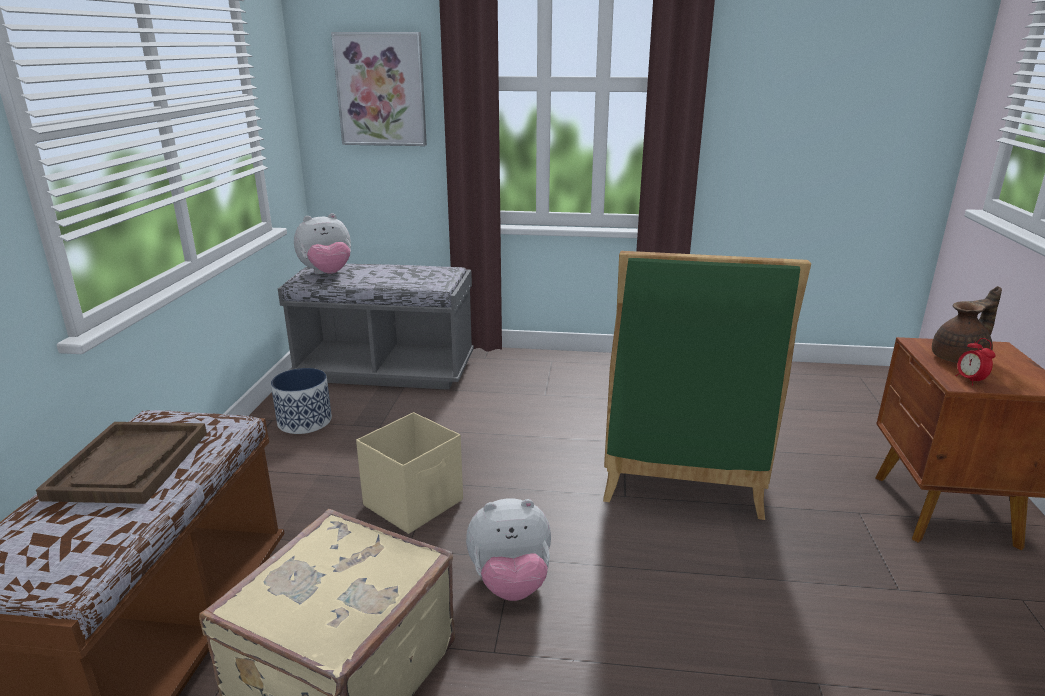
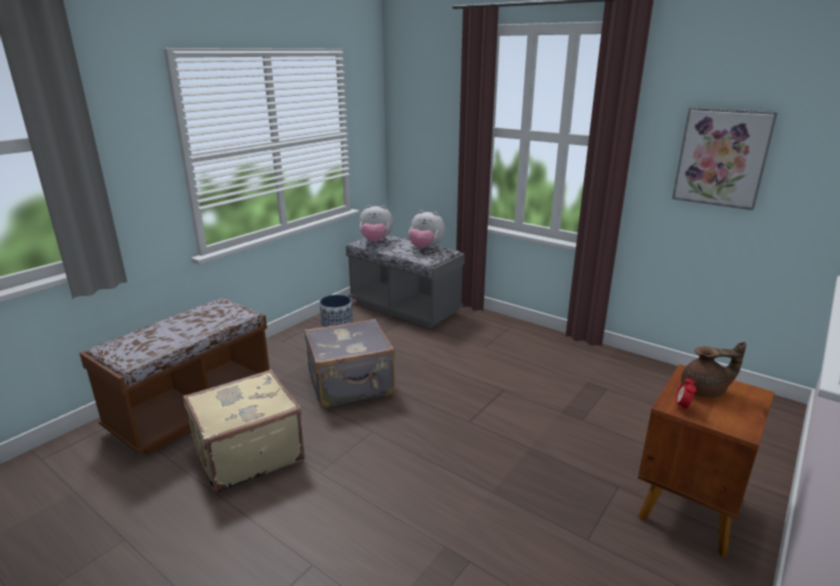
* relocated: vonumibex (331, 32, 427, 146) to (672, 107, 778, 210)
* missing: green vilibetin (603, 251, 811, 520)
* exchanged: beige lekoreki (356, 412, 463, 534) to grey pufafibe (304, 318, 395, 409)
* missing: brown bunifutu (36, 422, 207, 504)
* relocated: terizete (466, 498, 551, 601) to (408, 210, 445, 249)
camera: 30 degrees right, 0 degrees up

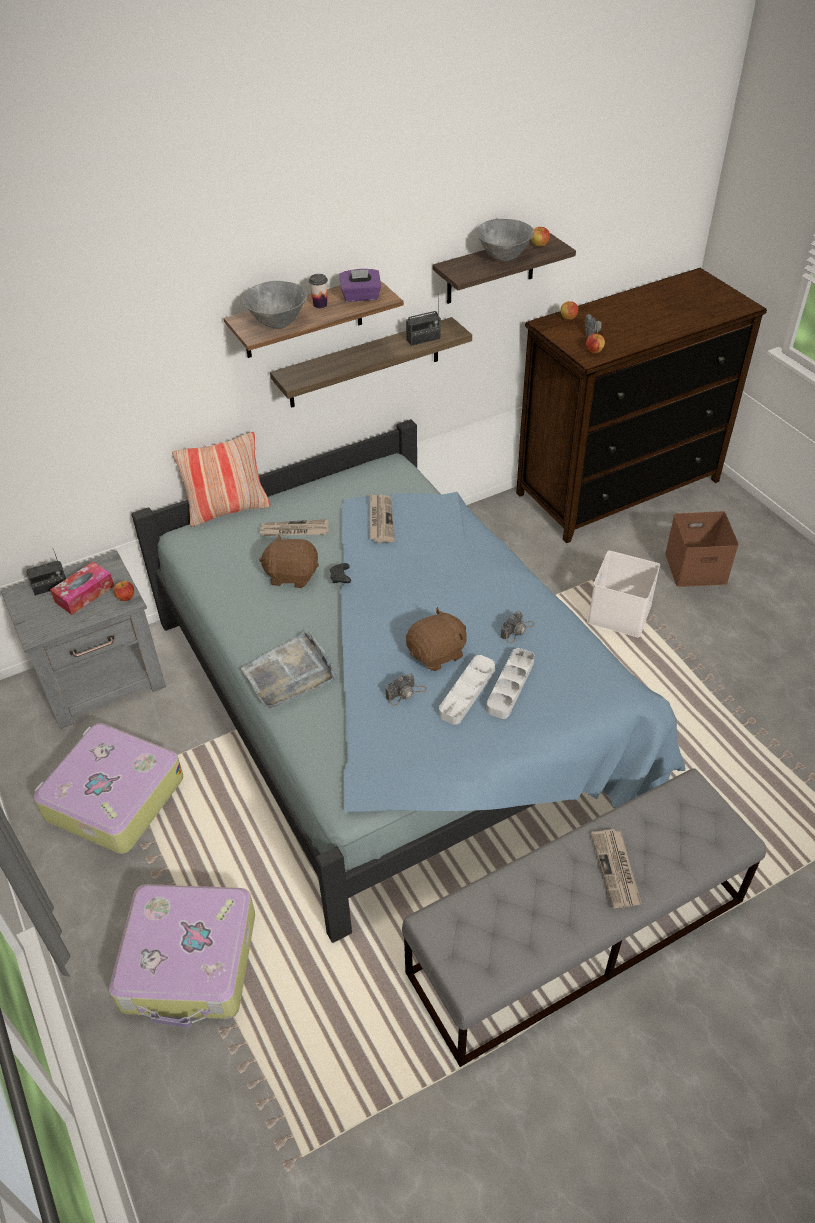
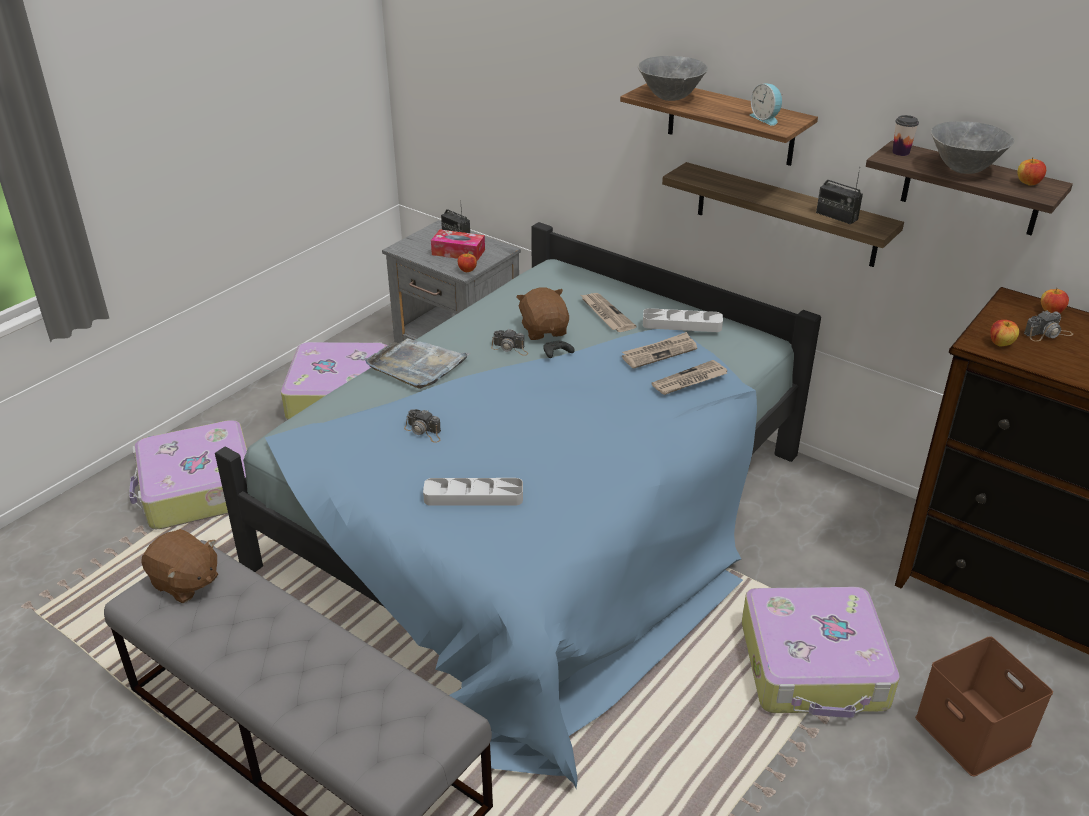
* exchanged: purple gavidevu (339, 269, 381, 302) to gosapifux (750, 83, 782, 126)
* relocated: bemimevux (309, 274, 328, 308) to (892, 115, 919, 156)
* missing: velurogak (172, 432, 270, 527)
* exchanged: white lekoreki (588, 551, 660, 637) to pufafibe (742, 587, 900, 718)
* relocated: brown terizete (406, 607, 467, 671) to (141, 529, 218, 603)
* relocated: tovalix (501, 611, 534, 643) to (491, 329, 528, 356)
* relocated: grey bunifutu (439, 655, 495, 725) to (643, 308, 723, 332)
* relocated: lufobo (590, 829, 642, 908) to (652, 360, 727, 395)
camera: 65 degrees right, 10 degrees down

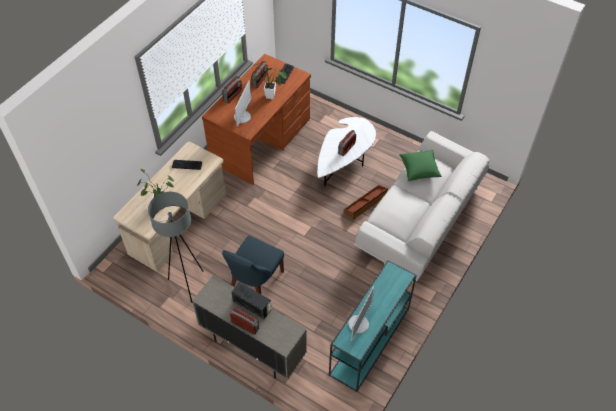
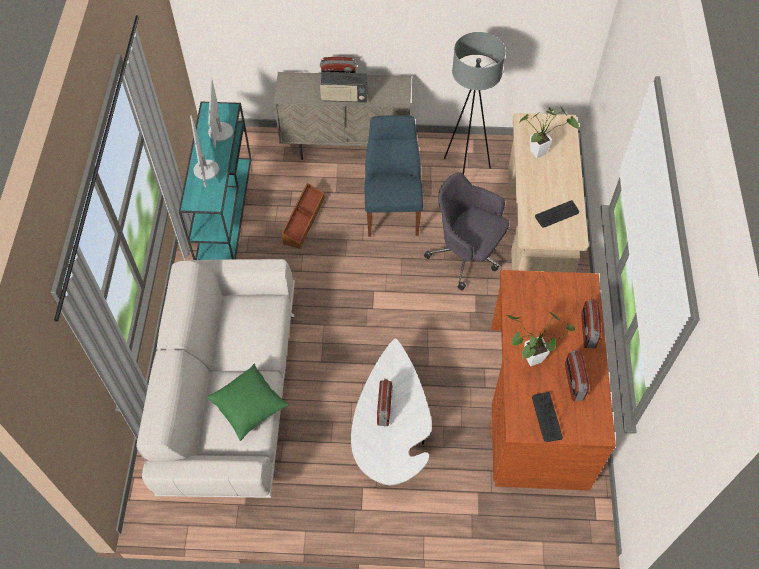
* relocated: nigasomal (234, 80, 251, 127) to (190, 115, 219, 187)
* relocated: brown lekoreki (344, 185, 388, 220) to (281, 183, 325, 249)
* appeared: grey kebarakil (424, 172, 509, 290)
camera: 150 degrees right, 5 degrees up

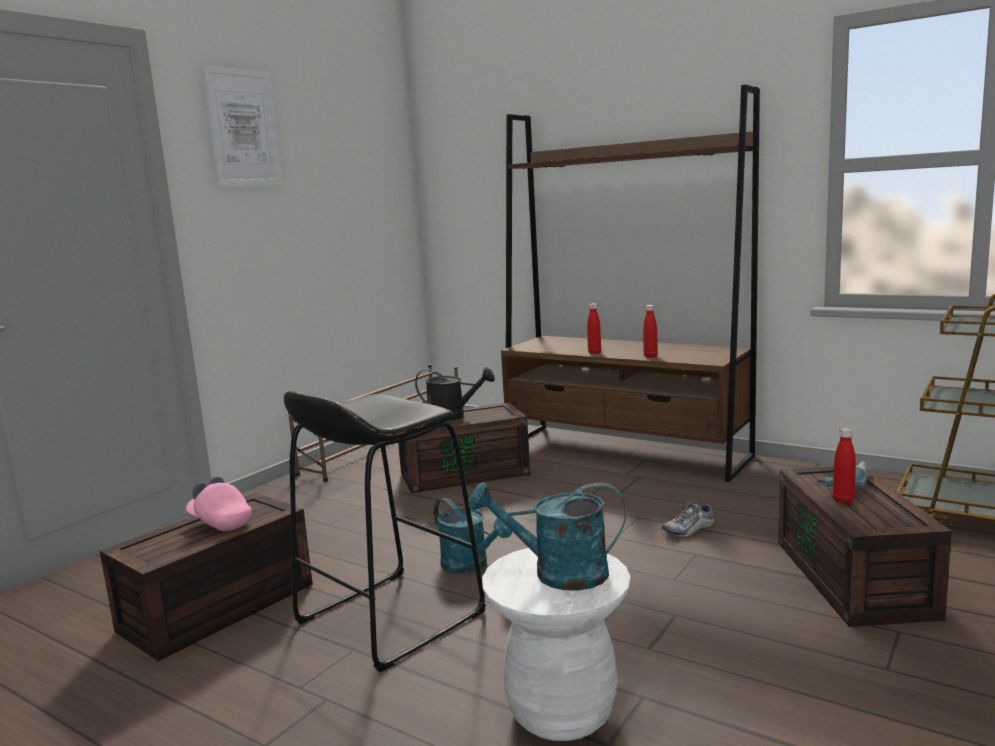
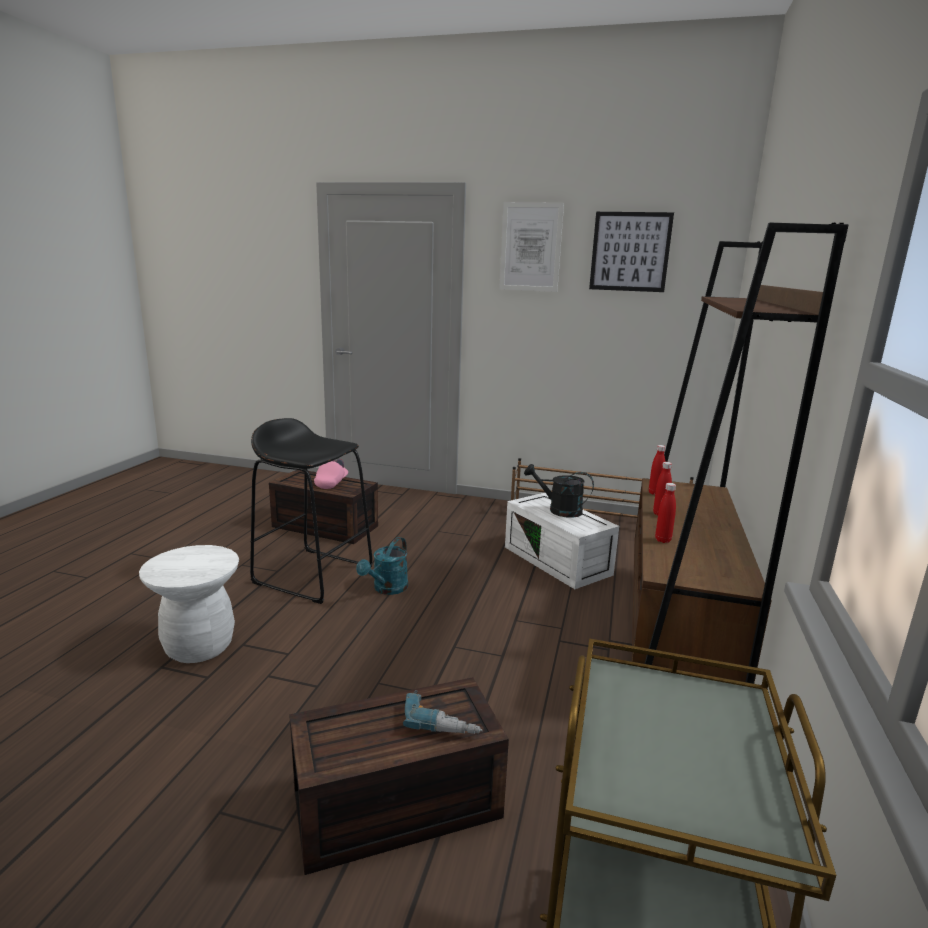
* spun: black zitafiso (415, 367, 495, 421) = (524, 464, 594, 518) 120 degrees clockwise
* colour: brown lekoreki (398, 403, 530, 493) to white lekoreki (505, 493, 619, 589)
* relocated: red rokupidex (833, 428, 856, 504) to (649, 445, 665, 495)
* missing: turquoise zitafiso (469, 482, 626, 591)
* missing: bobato (662, 499, 714, 537)
* appeared: vonumibex (589, 212, 674, 292)
camera: 70 degrees right, 5 degrees up

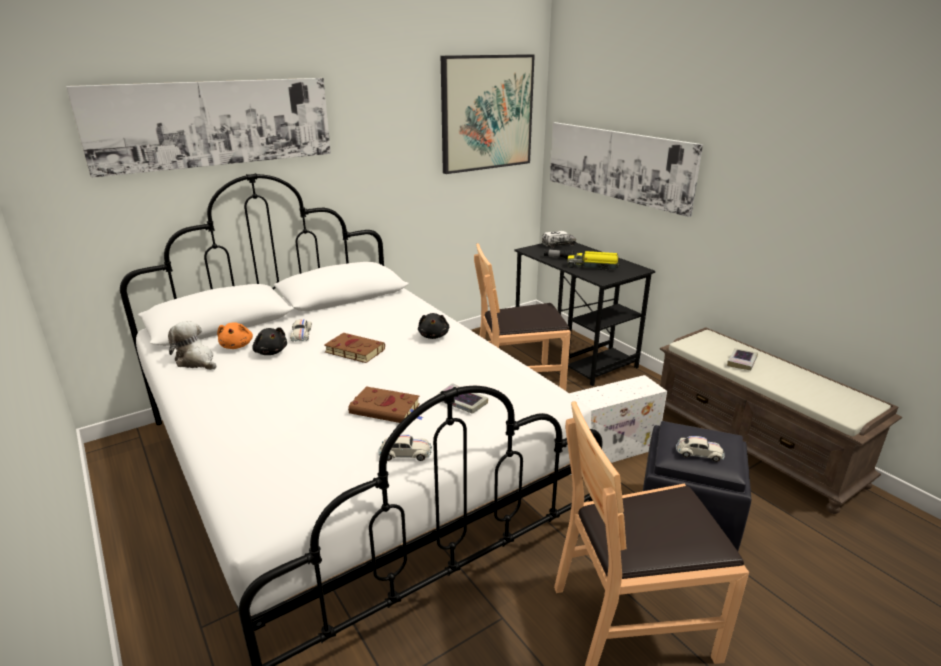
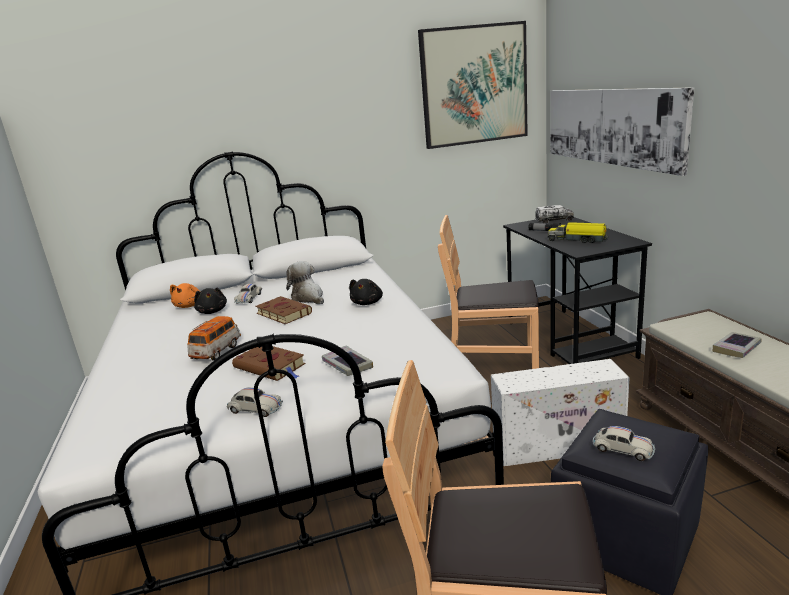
* missing: vonumibex (66, 78, 331, 178)
* relocated: terizete (168, 321, 216, 370) to (286, 261, 324, 304)
* appeared: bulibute (187, 316, 241, 361)
camera: 20 degrees right, 5 degrees down

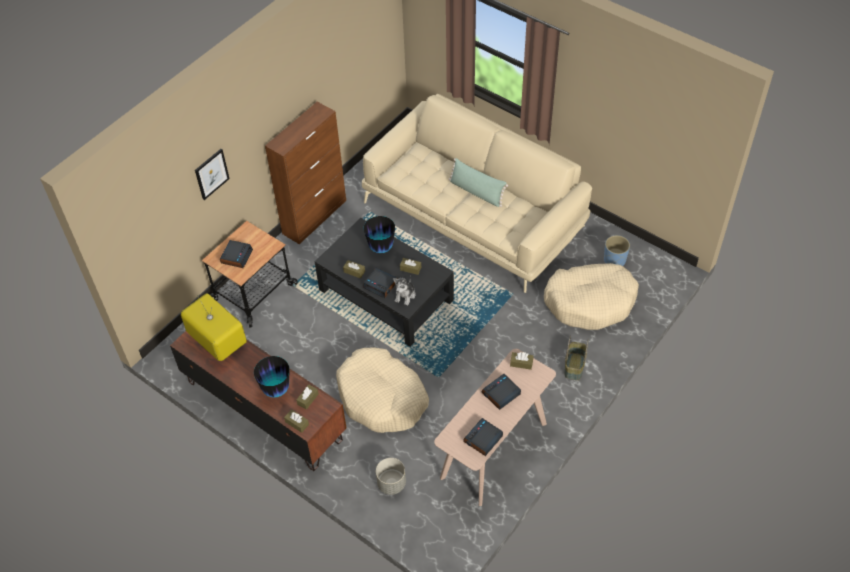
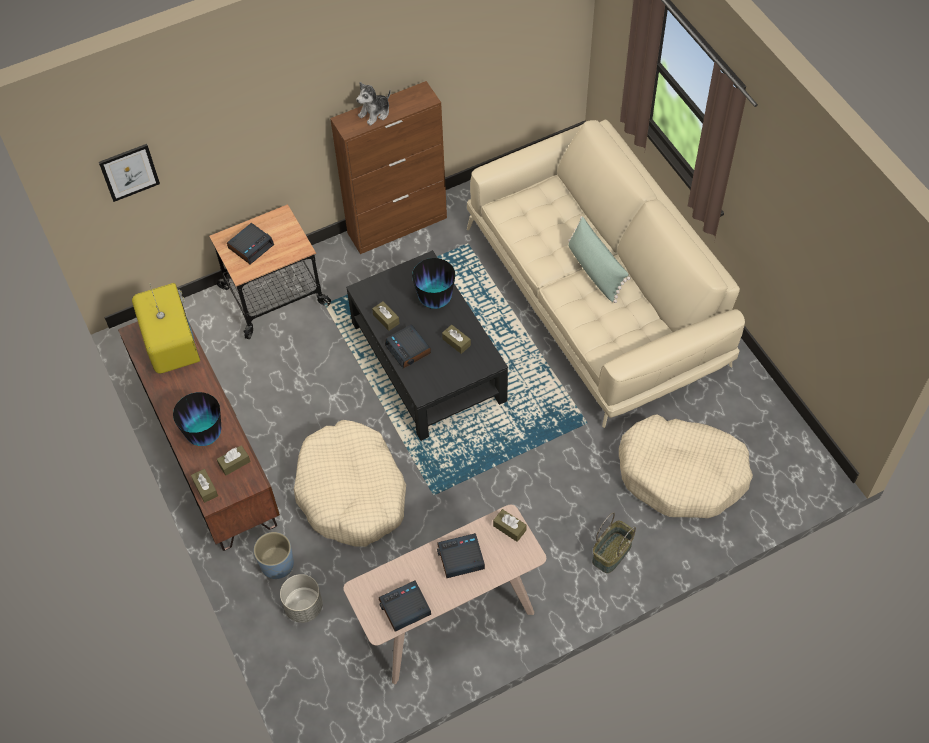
* relocated: vonumibex (195, 149, 230, 200) to (99, 144, 160, 202)
* relocated: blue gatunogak (604, 235, 630, 266) to (254, 532, 294, 579)
* relocated: terizete (393, 276, 415, 305) to (356, 82, 391, 126)
camera: 25 degrees right, 5 degrees up

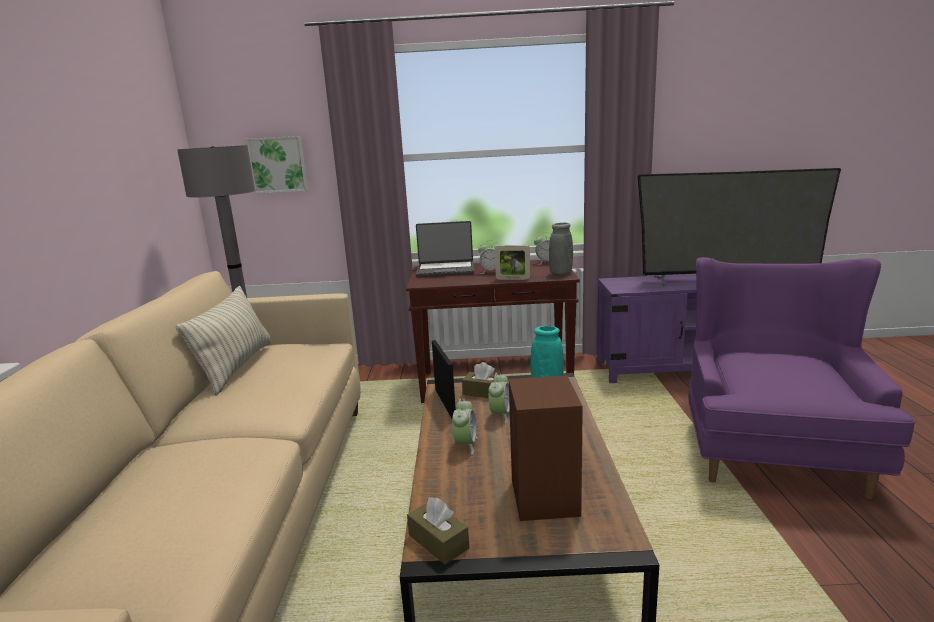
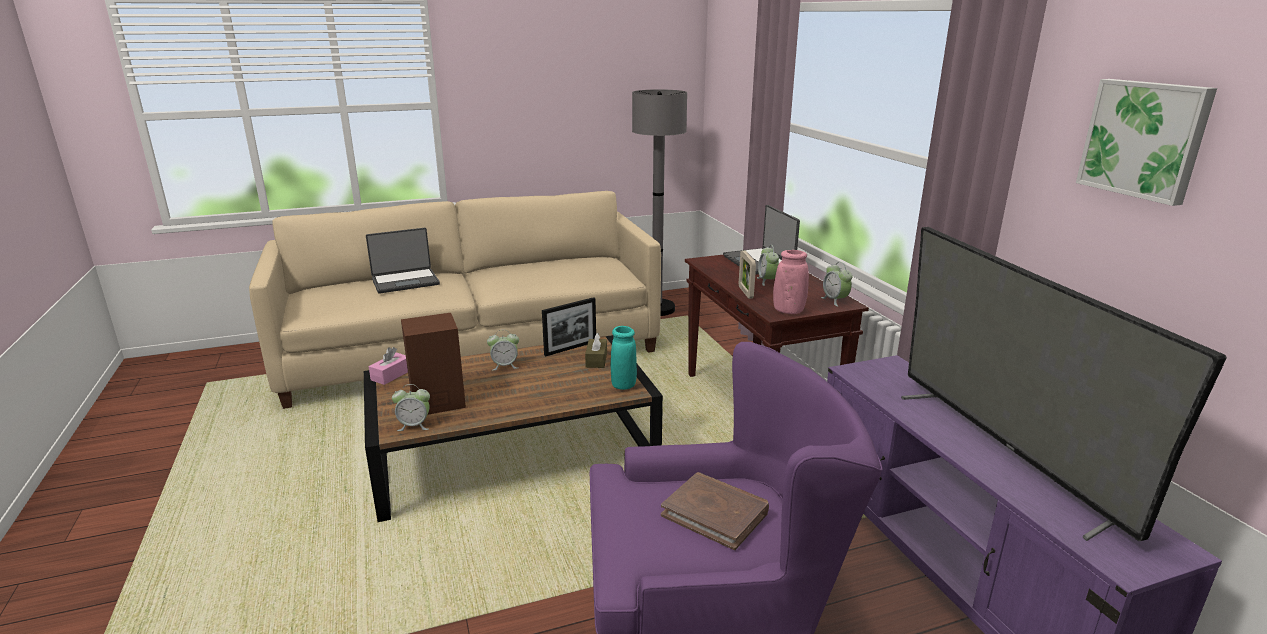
* relocated: vonumibex (246, 136, 308, 194) to (1076, 79, 1217, 206)
* colour: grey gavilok (549, 223, 573, 275) to pink gavilok (773, 250, 809, 314)
* missing: velurogak (176, 286, 272, 395)
* relocated: gosapifux (489, 372, 510, 423) to (392, 384, 430, 431)
* colour: brown gavidevu (407, 497, 469, 565) to pink gavidevu (369, 347, 408, 385)
* appeared: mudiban (366, 228, 440, 294)
* appeared: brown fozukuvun (661, 472, 769, 550)
camera: 70 degrees right, 5 degrees up

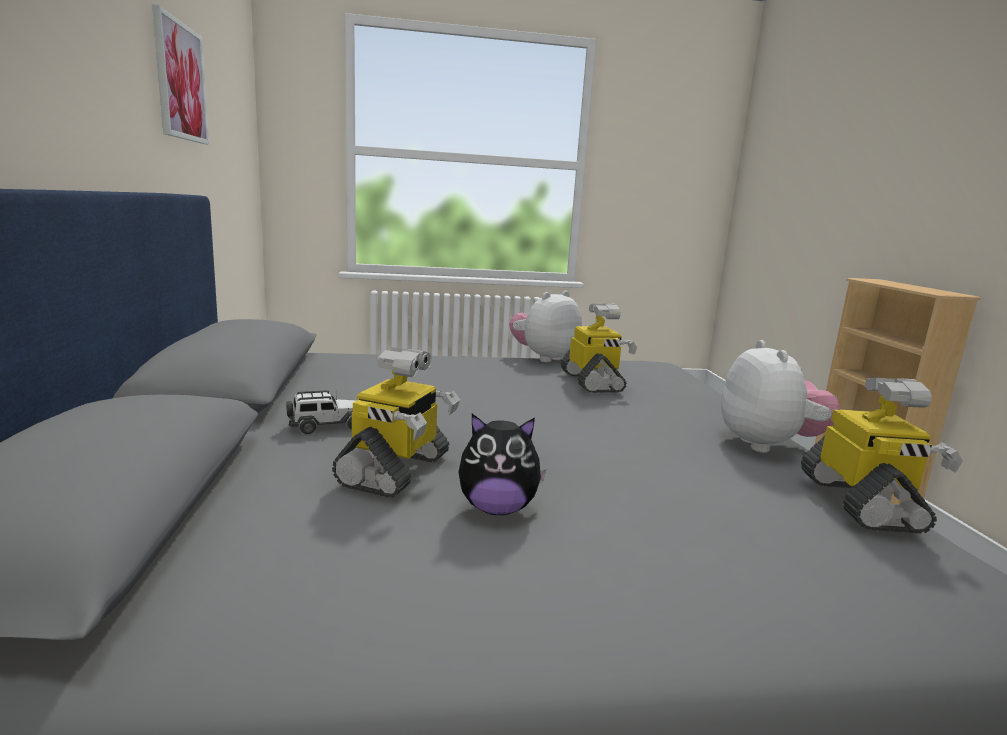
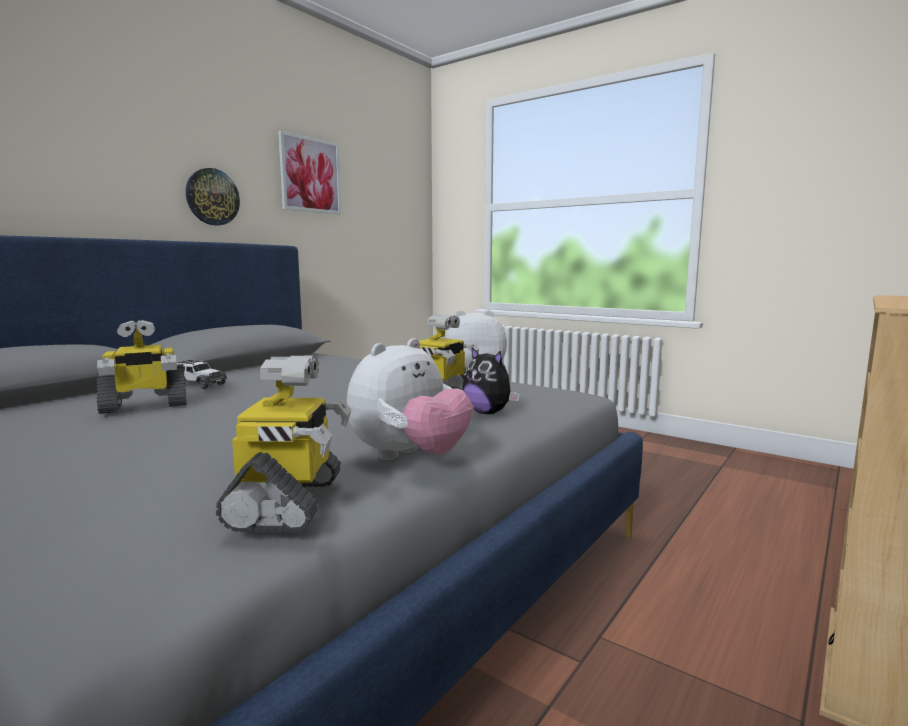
* spun: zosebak (801, 378, 963, 533) = (216, 356, 351, 533) 45 degrees counterclockwise
* relocated: terizete (458, 414, 546, 515) to (462, 346, 520, 414)
* appeared: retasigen (186, 168, 240, 226)
camera: 45 degrees right, 5 degrees down

